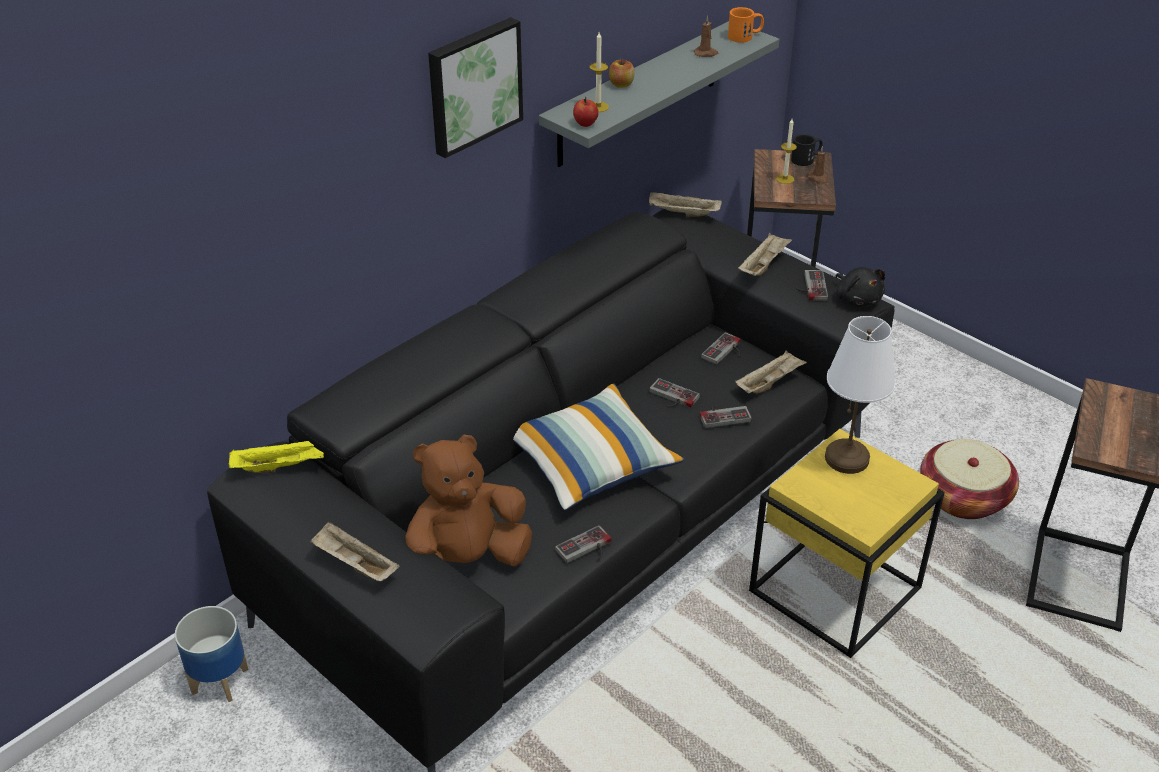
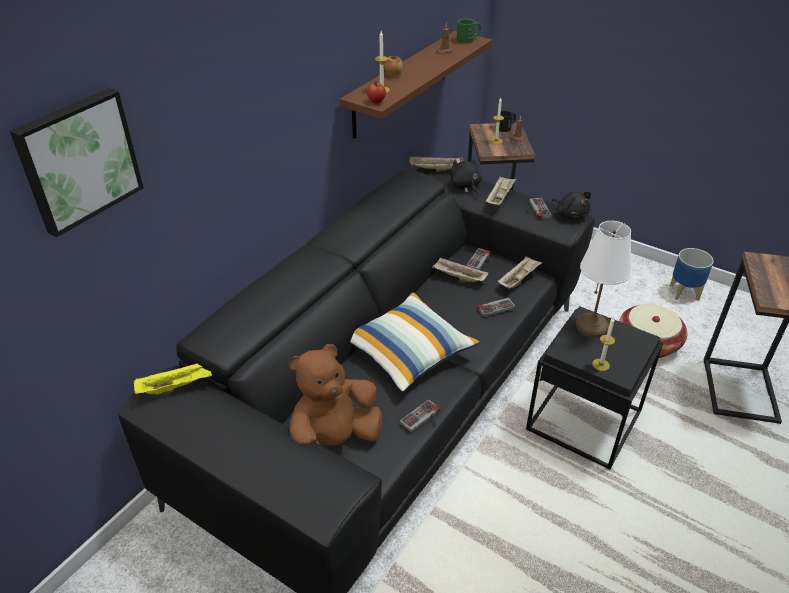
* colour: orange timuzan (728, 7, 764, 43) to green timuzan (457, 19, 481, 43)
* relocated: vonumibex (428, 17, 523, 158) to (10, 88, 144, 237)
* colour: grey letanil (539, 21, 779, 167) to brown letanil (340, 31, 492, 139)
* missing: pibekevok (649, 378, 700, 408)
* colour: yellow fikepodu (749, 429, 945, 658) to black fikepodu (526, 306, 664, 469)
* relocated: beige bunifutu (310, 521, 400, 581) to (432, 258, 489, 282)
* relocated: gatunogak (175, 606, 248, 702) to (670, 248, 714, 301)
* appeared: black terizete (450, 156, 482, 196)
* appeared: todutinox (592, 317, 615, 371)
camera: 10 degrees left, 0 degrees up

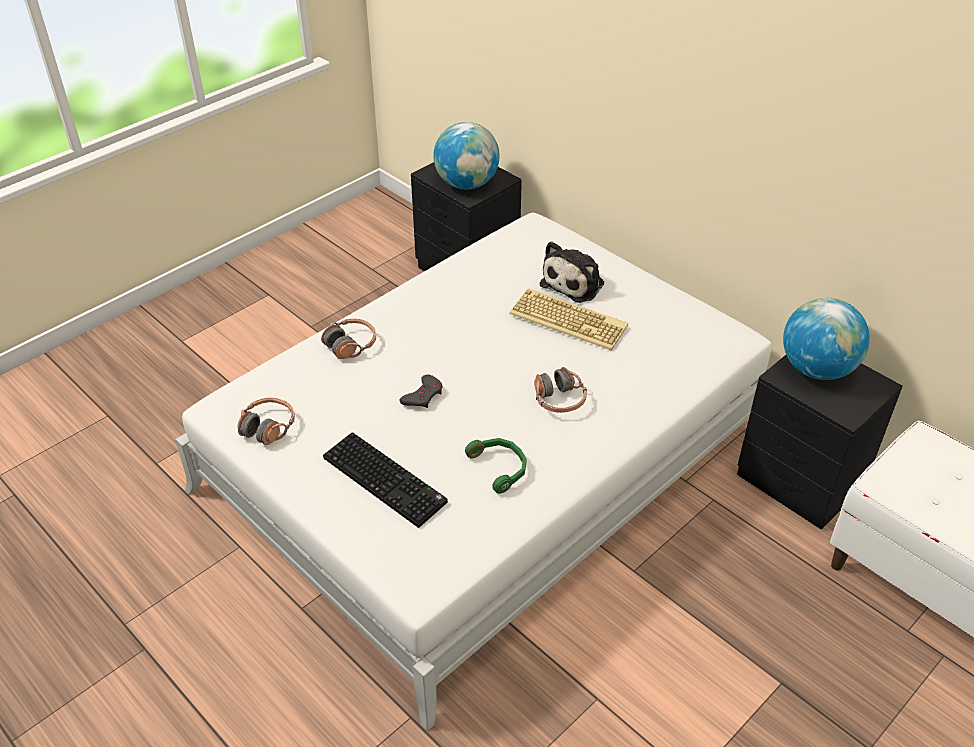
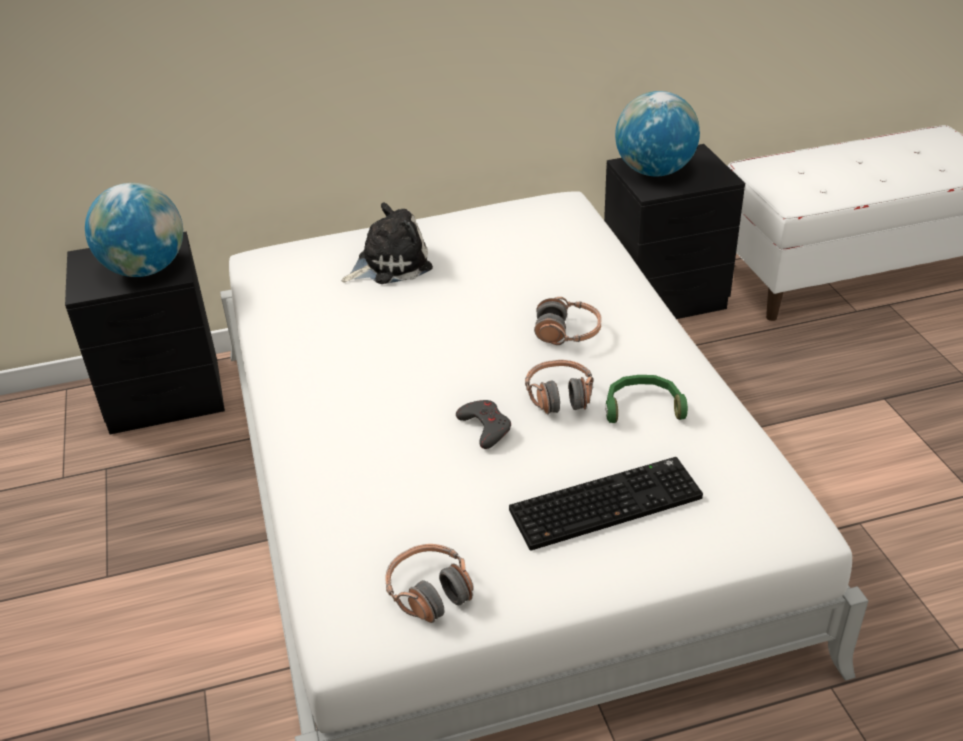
* spun: terizete (540, 241, 604, 303) = (342, 203, 433, 284) 90 degrees counterclockwise
* missing: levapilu (510, 288, 628, 351)
* relocated: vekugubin (321, 319, 376, 359) to (525, 360, 593, 415)
camera: 60 degrees left, 5 degrees down

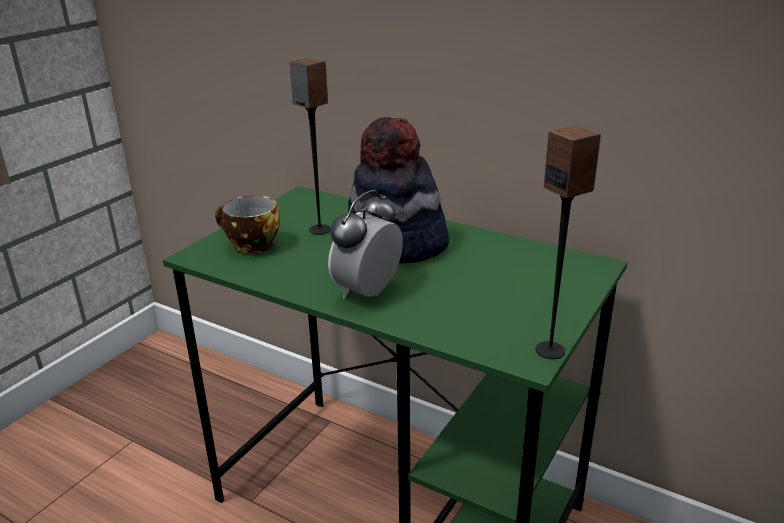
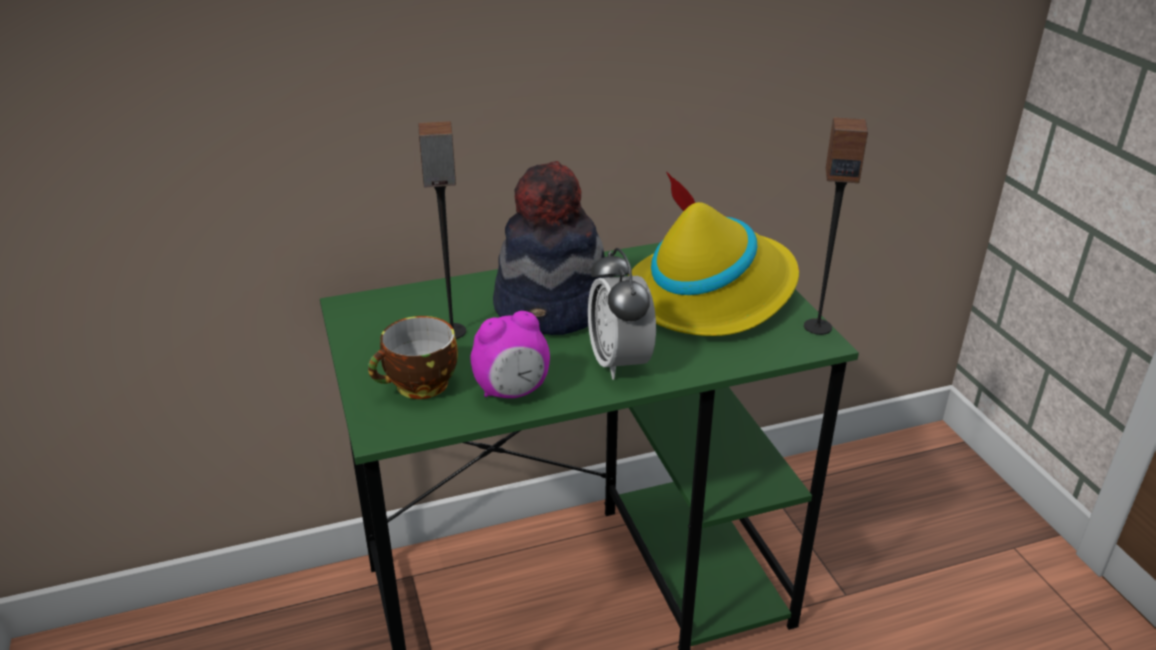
* appeared: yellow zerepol (628, 171, 799, 336)
* appeared: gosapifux (470, 311, 550, 398)
camera: 50 degrees left, 5 degrees up

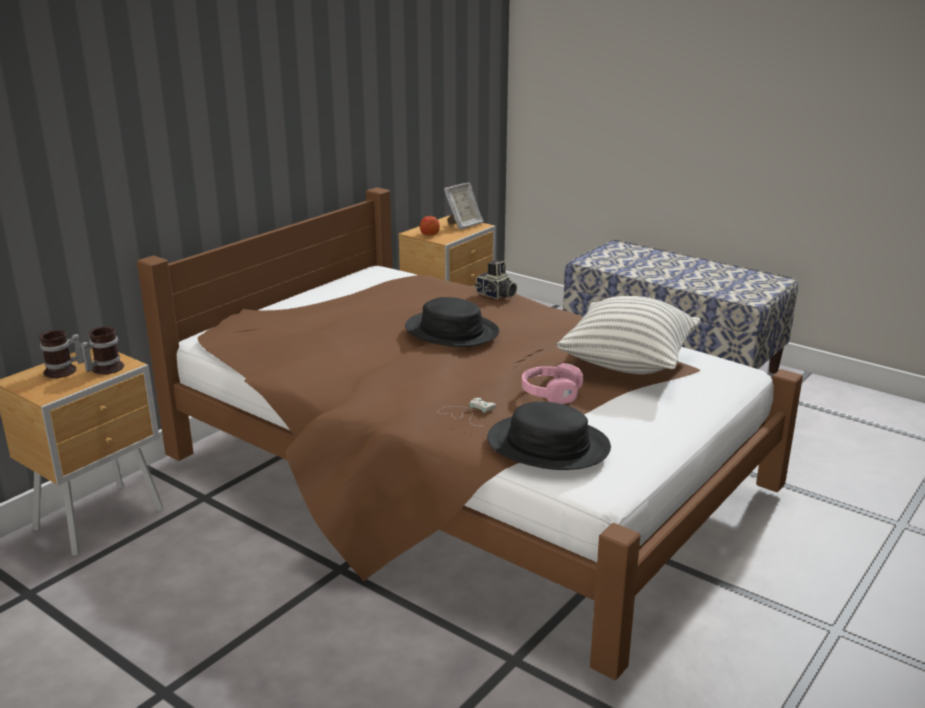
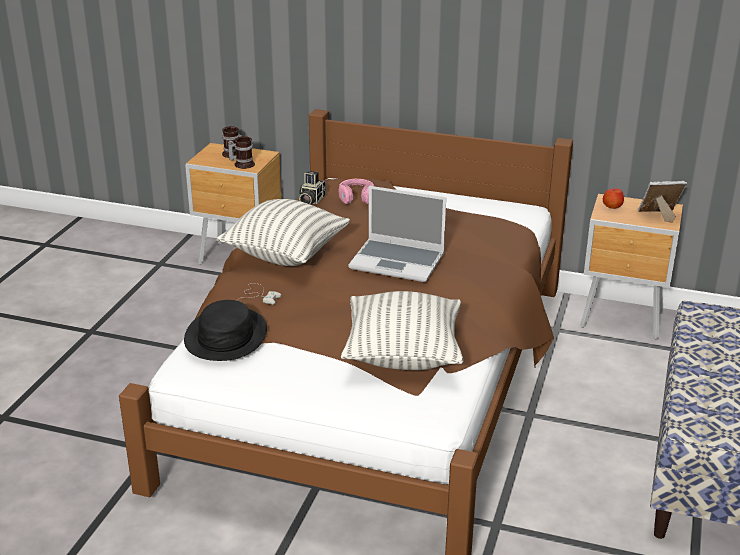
* spun: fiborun (444, 183, 483, 230) = (638, 181, 687, 223) 150 degrees clockwise
* relocated: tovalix (475, 260, 517, 299) to (299, 171, 326, 204)
* exchanged: black zerepol (405, 297, 499, 347) to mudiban (349, 186, 446, 282)
* relocated: pink vekugubin (522, 363, 583, 404) to (338, 179, 374, 204)
* appeared: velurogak (217, 199, 350, 266)
camera: 70 degrees right, 5 degrees up

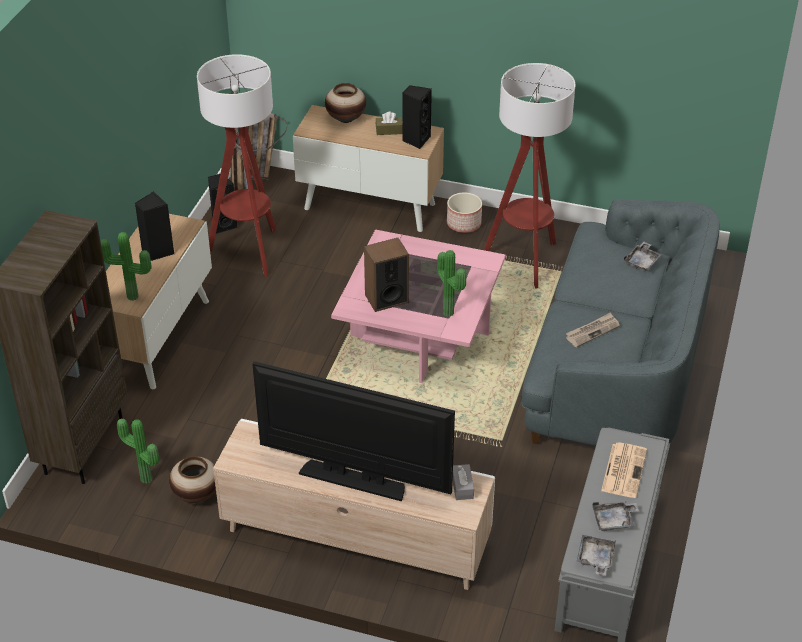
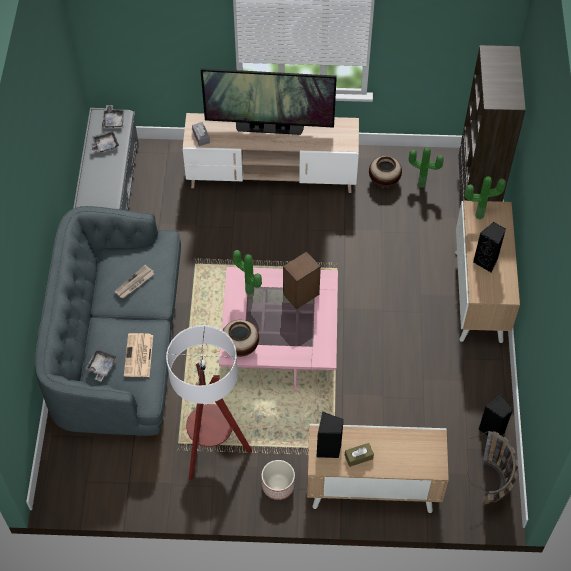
* missing: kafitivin (197, 54, 276, 277)
* relocated: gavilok (325, 83, 366, 123) to (223, 320, 259, 357)
* relocated: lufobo (601, 442, 647, 498) to (124, 333, 153, 377)
camera: 165 degrees right, 15 degrees up

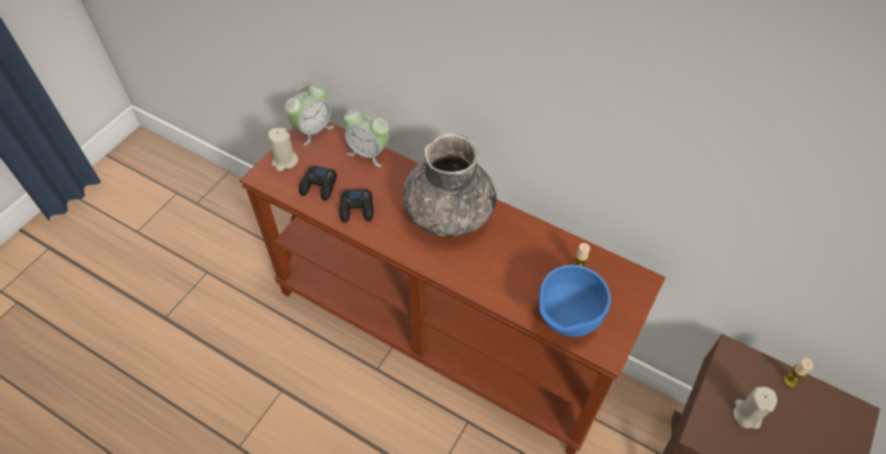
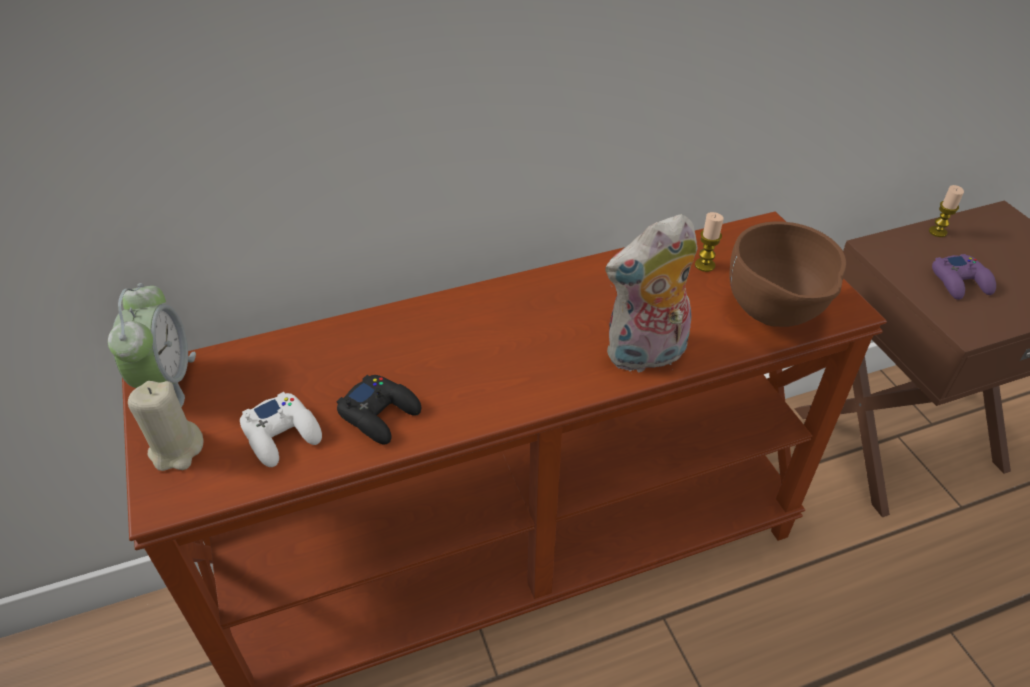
* missing: gosapifux (344, 108, 389, 167)
* missing: grey gavilok (403, 133, 497, 237)
* colour: black pibekevok (299, 165, 337, 201) to white pibekevok (240, 392, 322, 467)
* colour: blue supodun (539, 265, 611, 337) to brown supodun (729, 221, 846, 327)
* exchanged: beige todutinox (733, 387, 777, 429) to purple pibekevok (932, 254, 996, 300)
* appeared: terizete (605, 214, 697, 373)
camera: 50 degrees left, 10 degrees down

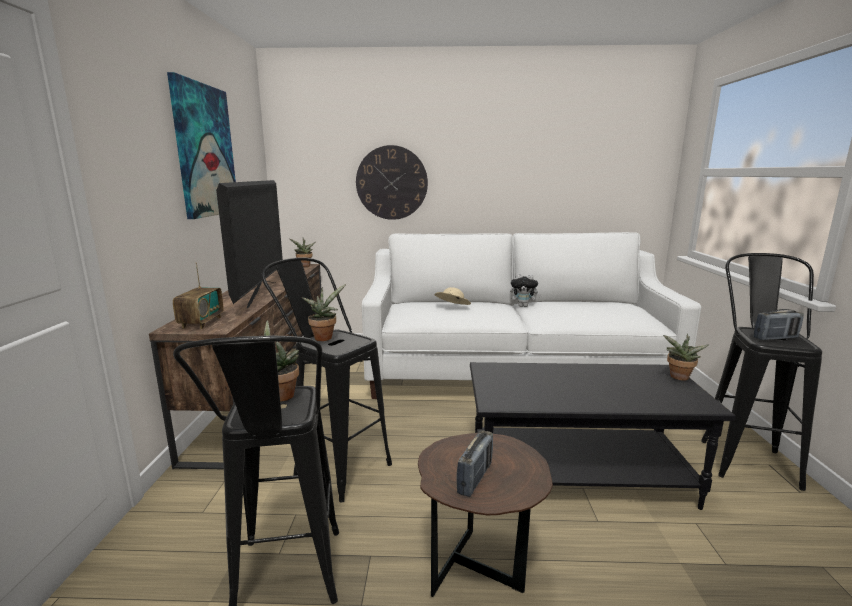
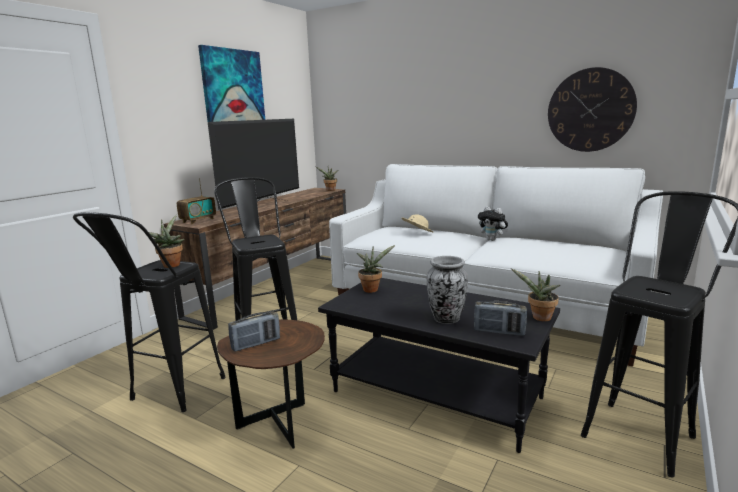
* relocated: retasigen (356, 145, 428, 220) to (548, 67, 637, 152)
* relocated: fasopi (302, 284, 346, 341) to (357, 245, 395, 293)
* relocated: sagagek (754, 309, 804, 340) to (474, 301, 527, 336)
* appeared: gavilok (427, 256, 468, 324)
camera: 30 degrees right, 0 degrees up

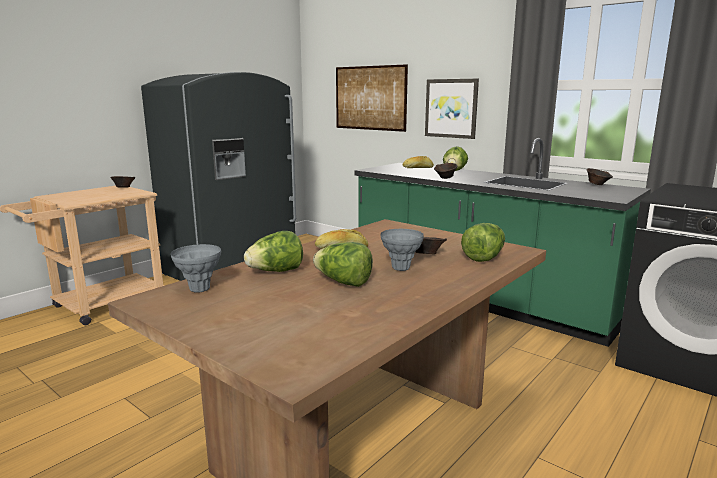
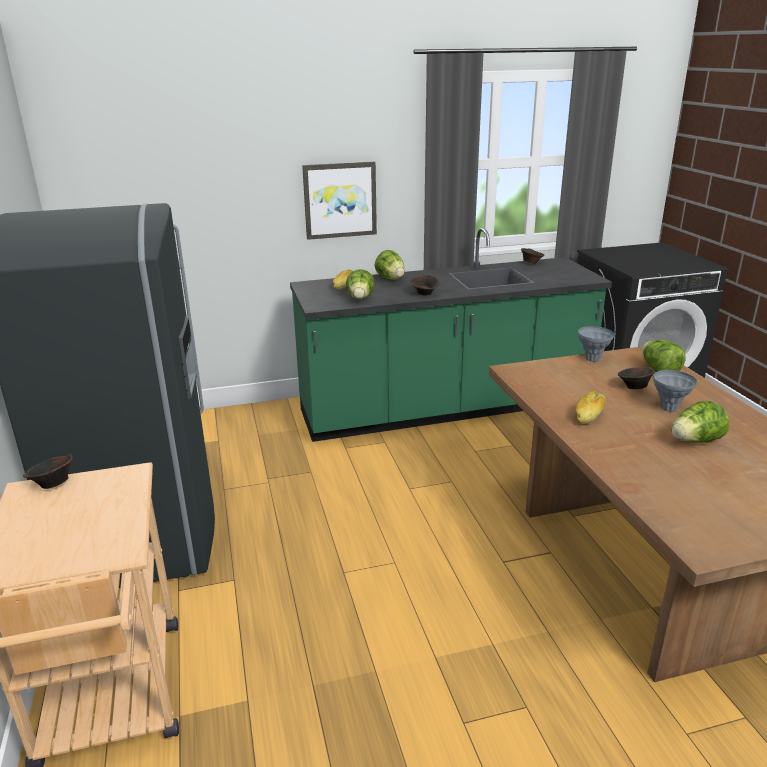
* missing: vonumibex (336, 64, 408, 132)
* relocated: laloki (244, 231, 303, 272) to (346, 269, 374, 300)
* relocated: grey gavilok (171, 244, 221, 293) to (578, 326, 614, 362)
camera: 55 degrees left, 10 degrees up

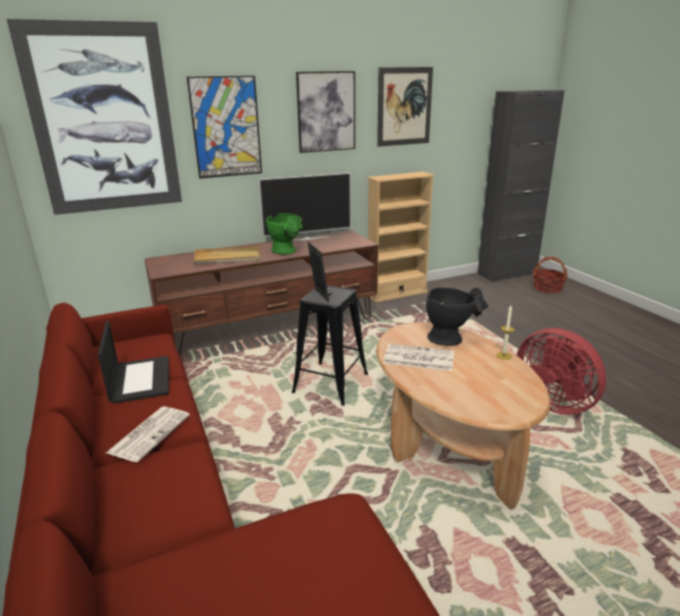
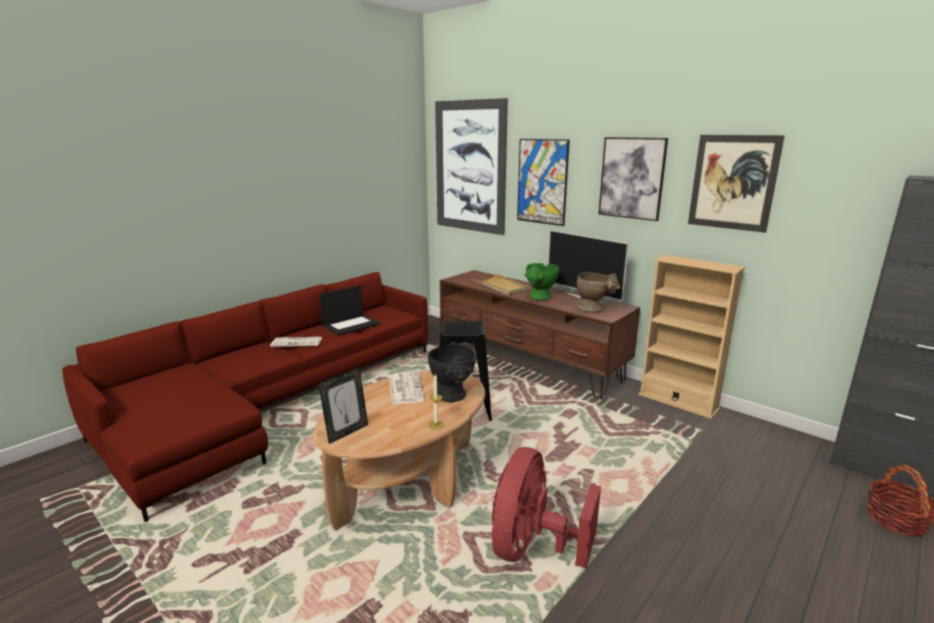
* relocated: fiborun (307, 242, 329, 302) to (318, 367, 368, 444)
* appeared: beige gavilok (576, 272, 620, 313)
camera: 65 degrees right, 5 degrees down

